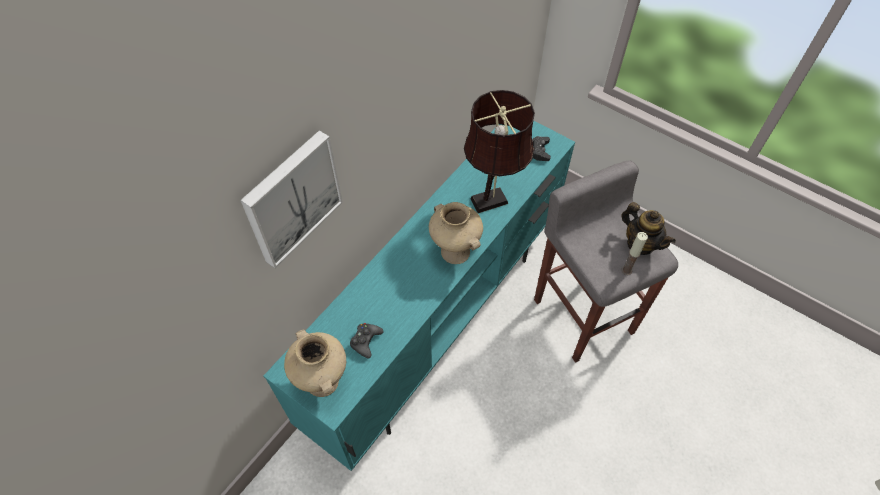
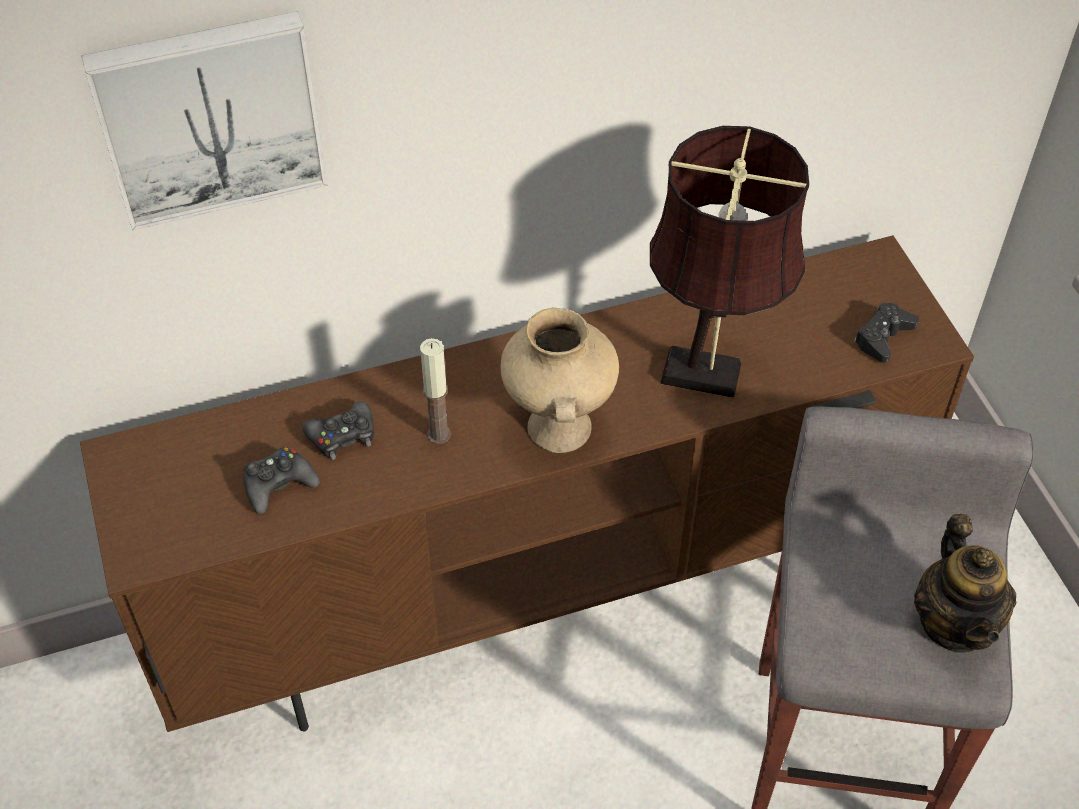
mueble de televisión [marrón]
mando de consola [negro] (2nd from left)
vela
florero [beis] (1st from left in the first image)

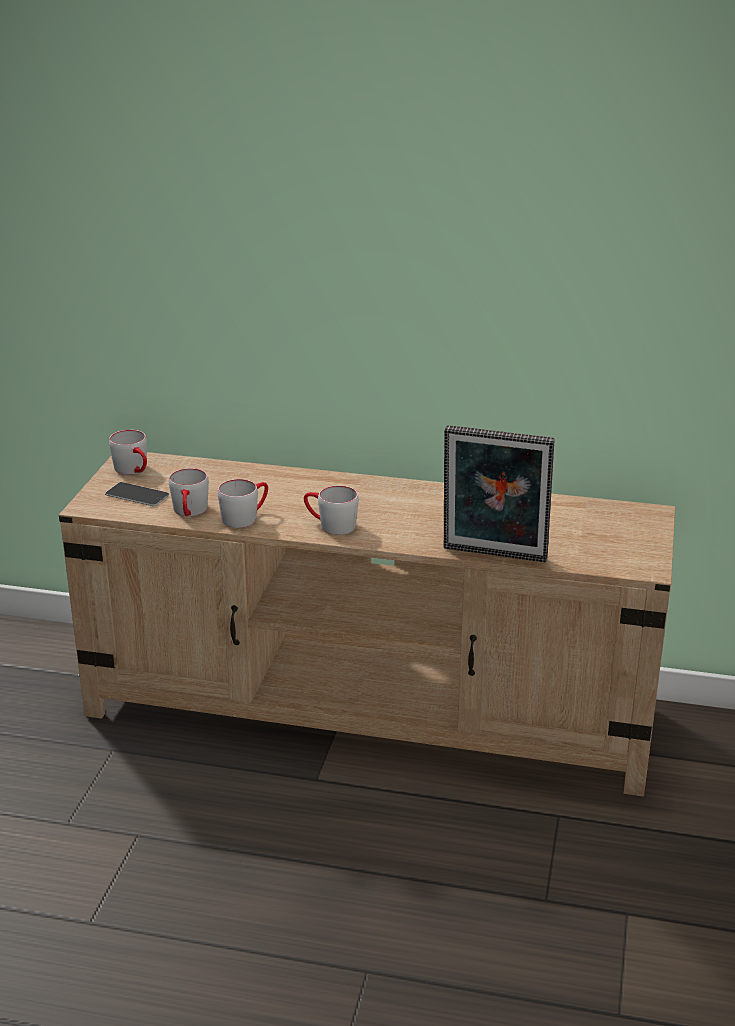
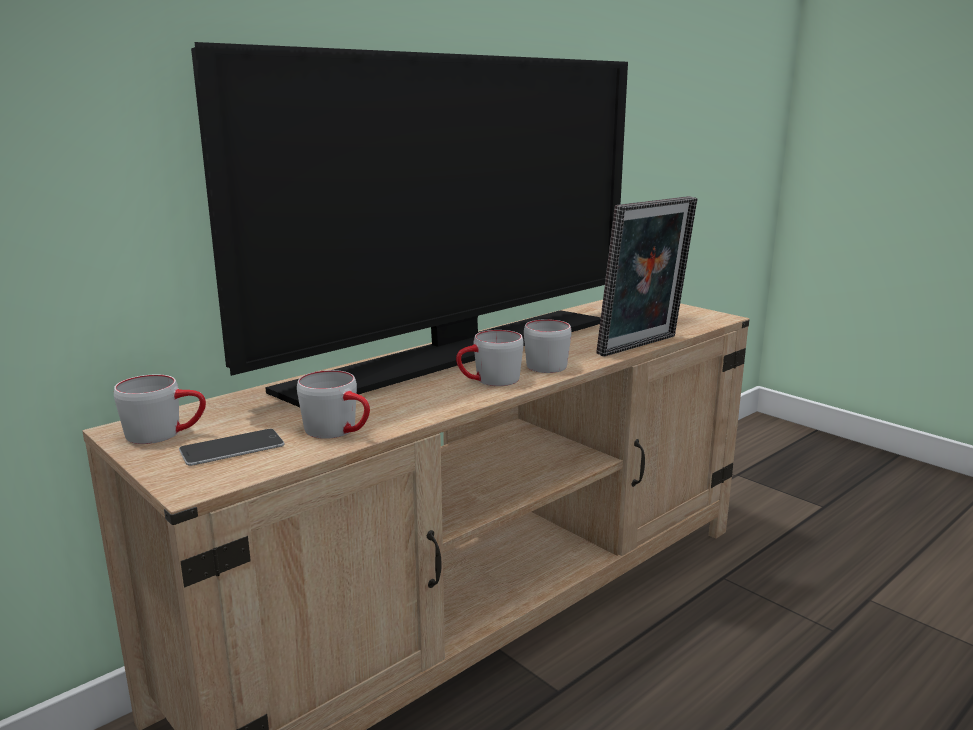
televisor
taza grande [gris] (4th from left)

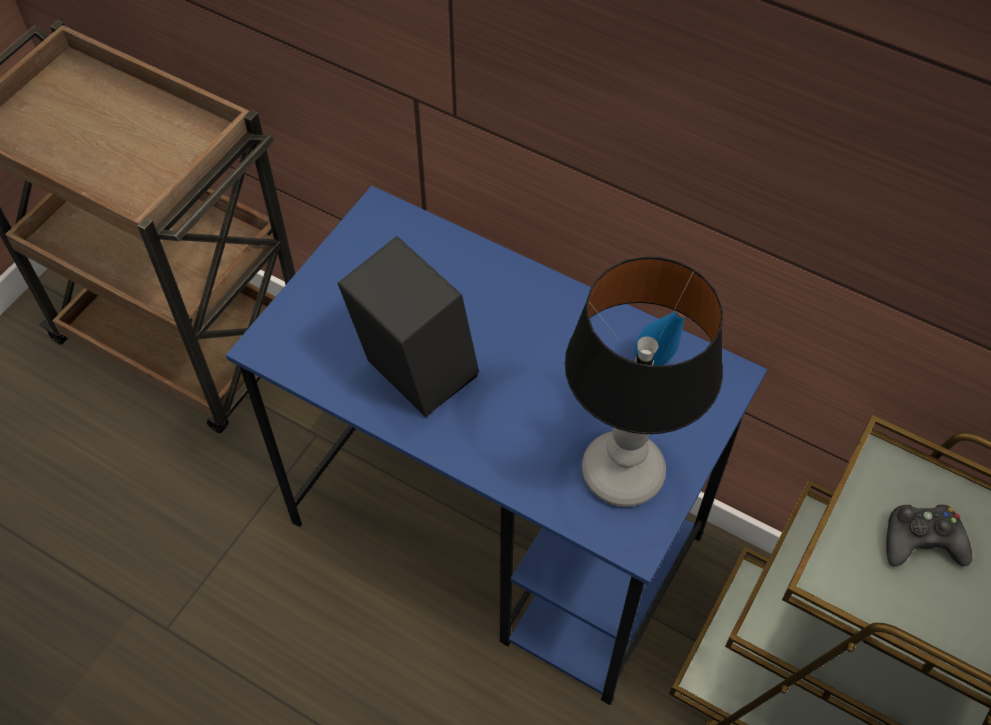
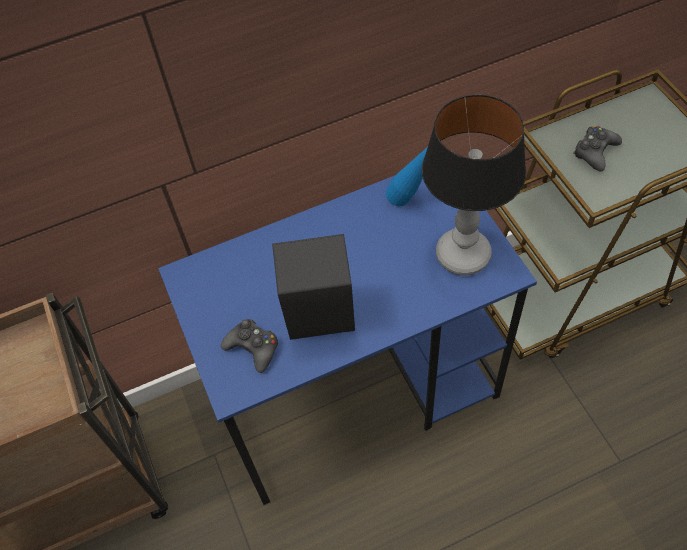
mando de consola [negro] (1st from left)

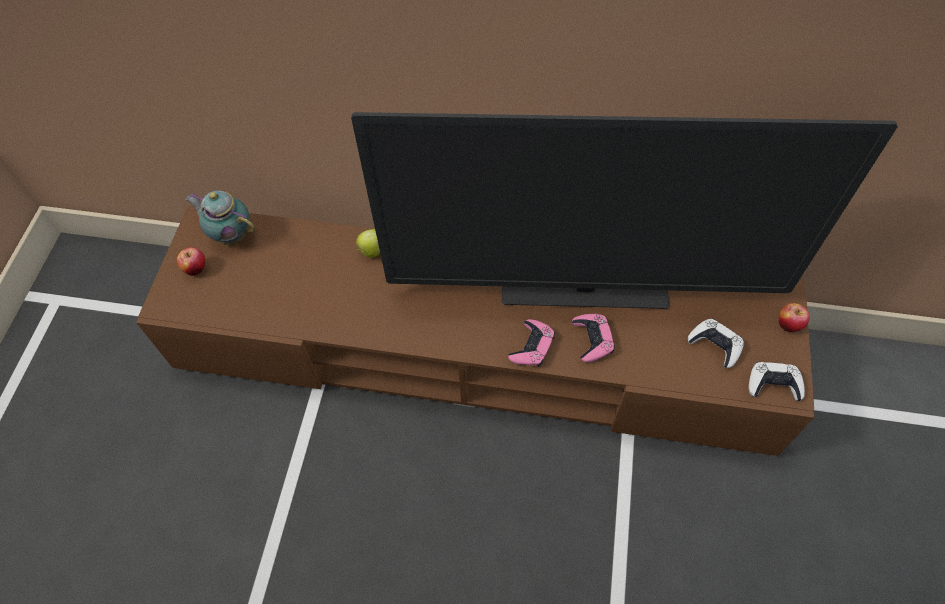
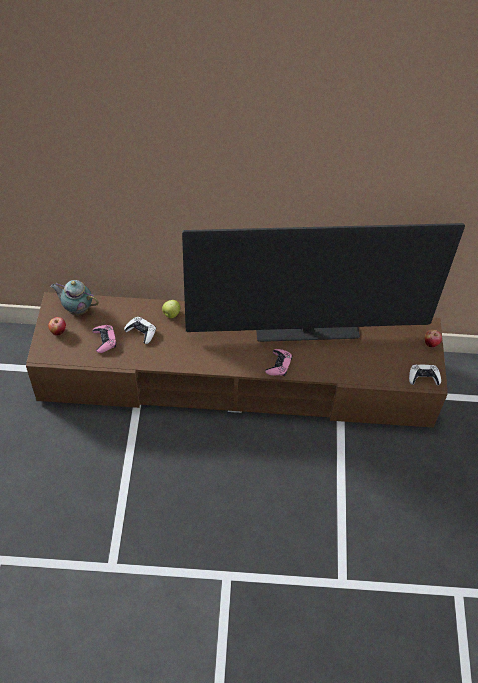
mando de consola [rosa] (1st from left)
mando de consola [blanco] (1st from left)

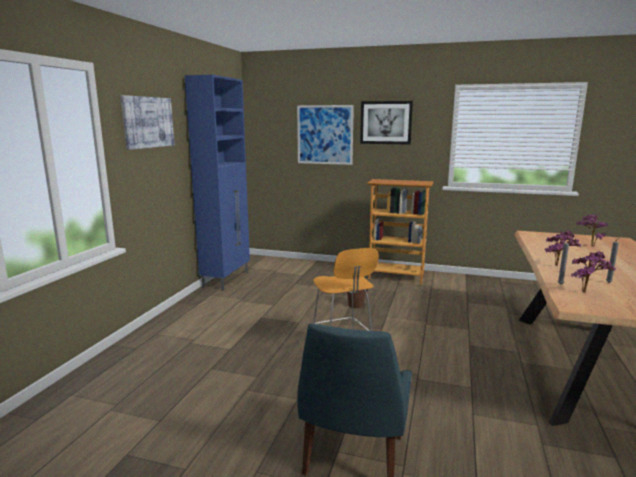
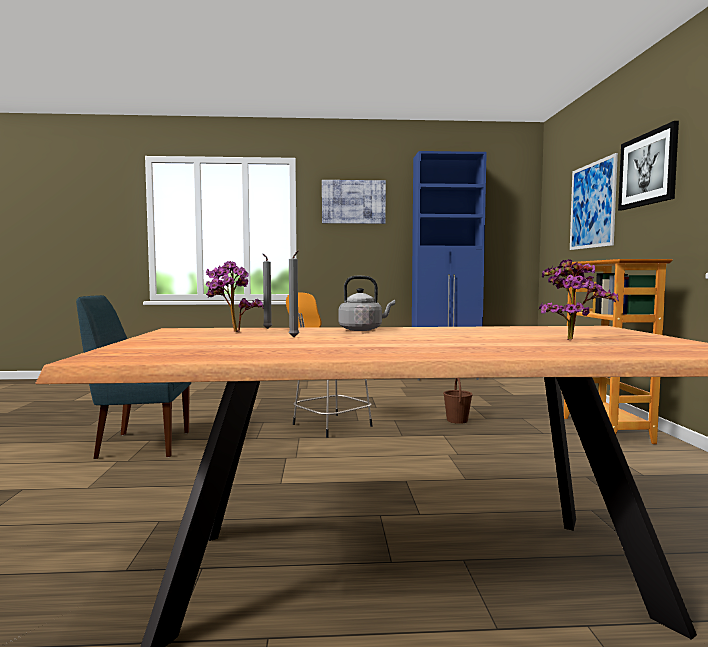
hervidor [gris]

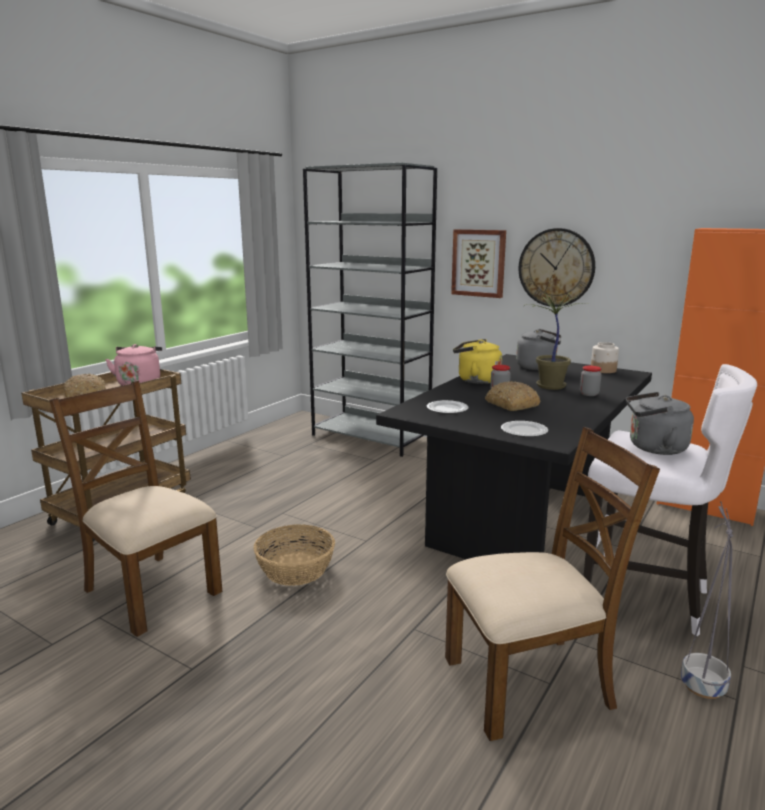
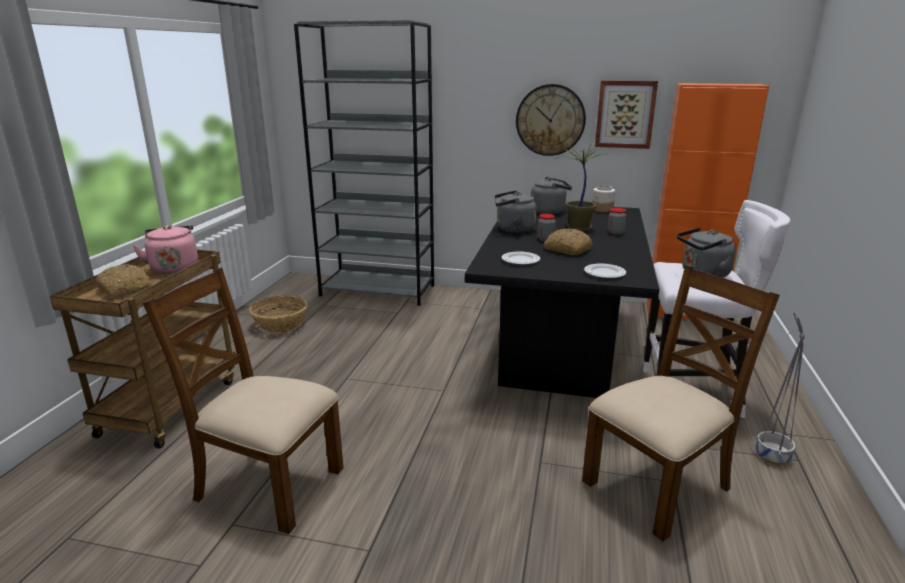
cesta
hervidor [gris] (1st from left)
cuadro

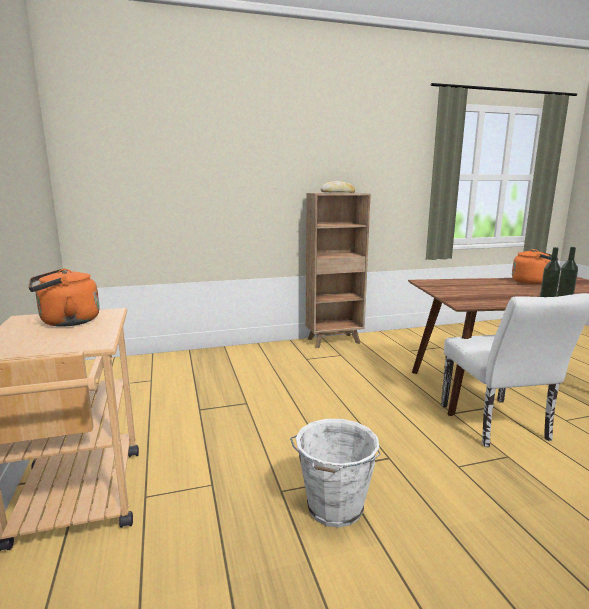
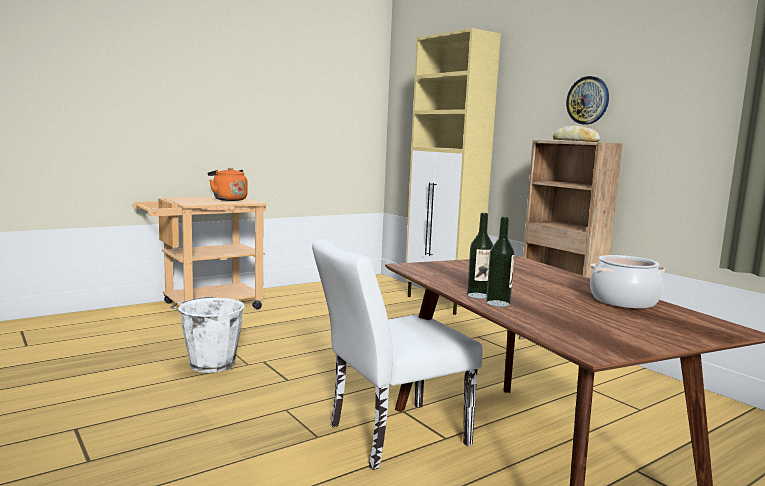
armario [beis]
reloj de pared
olla

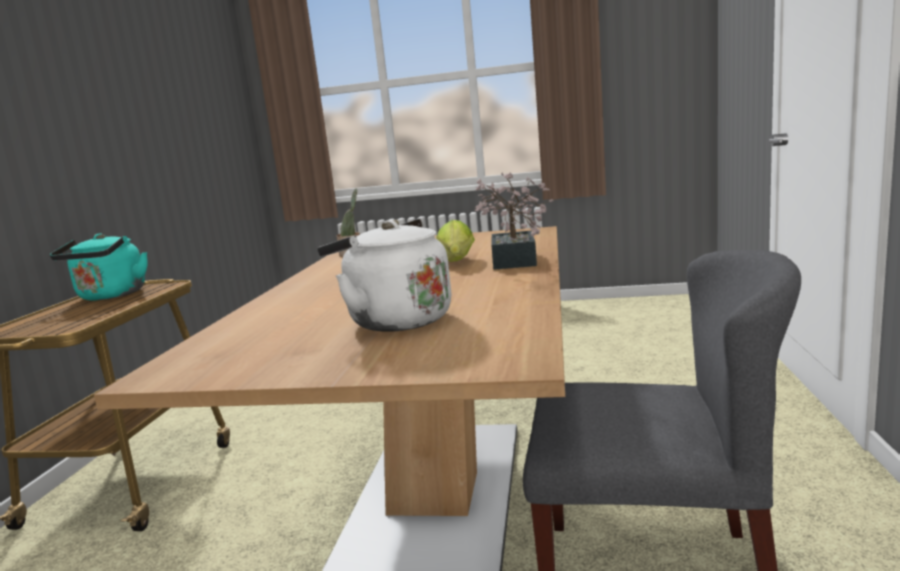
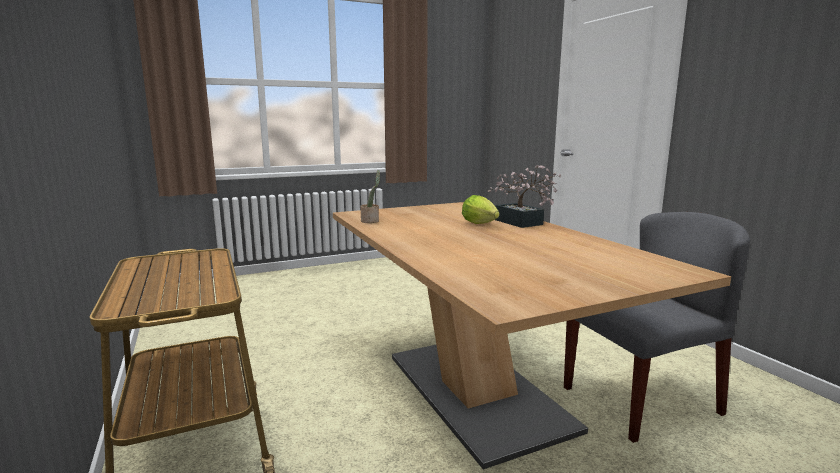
hervidor [turquesa]
hervidor [blanco]

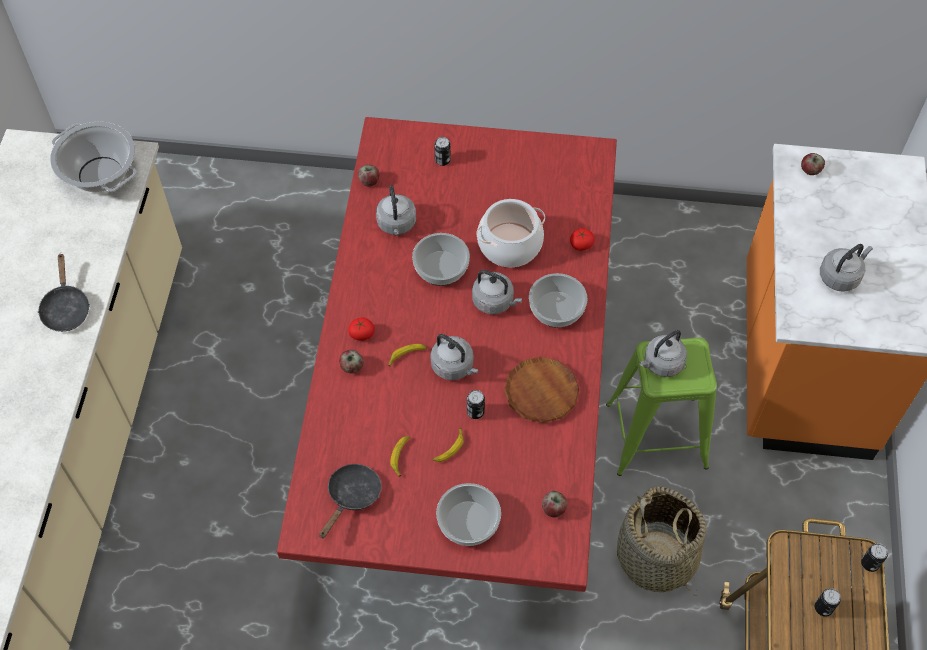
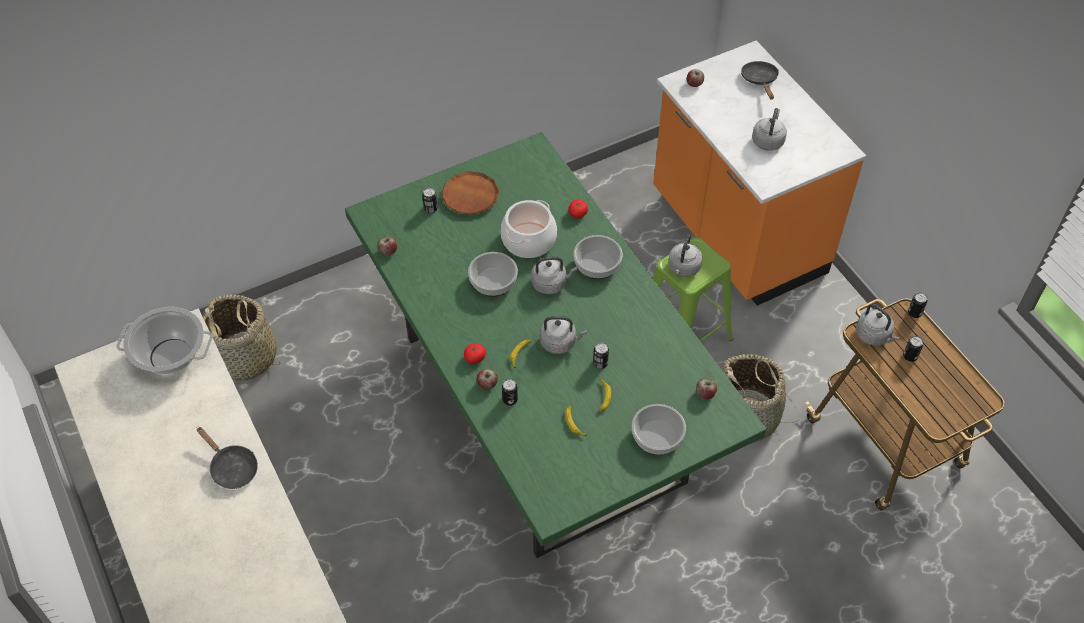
cesta (1st from left)
mesa de comedor [verde]
plato [marrón]
lata (2nd from left)
sartén [negro] (2nd from left)
hervidor [gris] (5th from left)

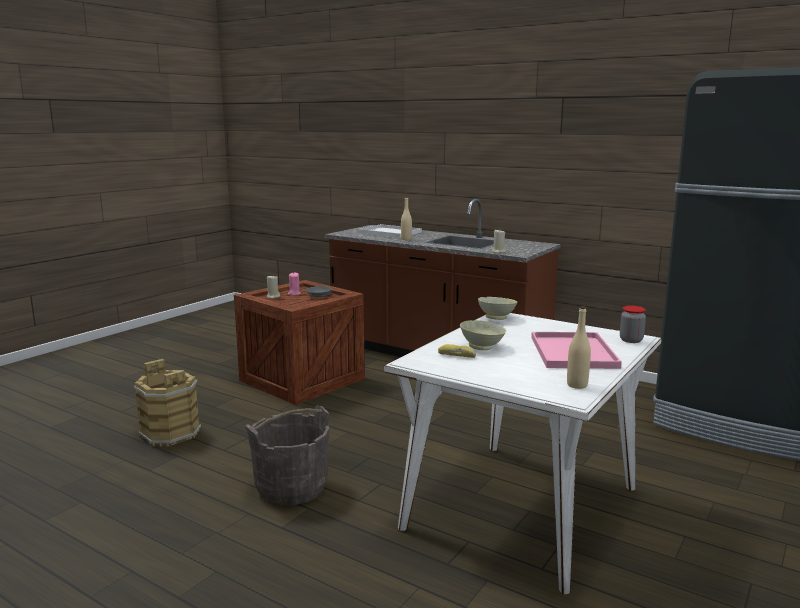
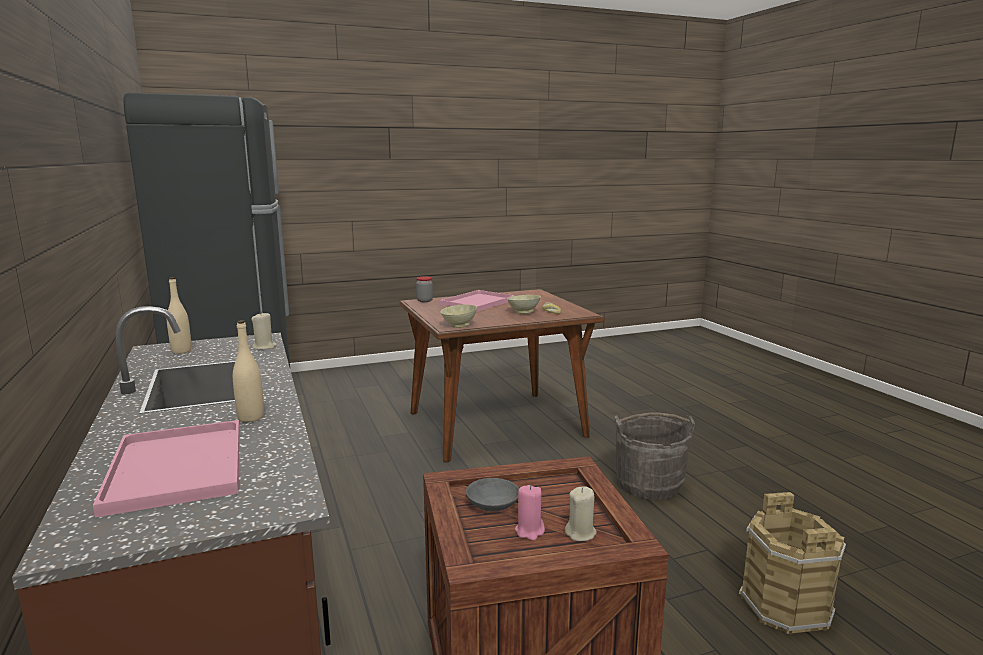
bandeja [rosa] (1st from left)
botella [beis] (1st from left)
mesa de comedor [marrón]

